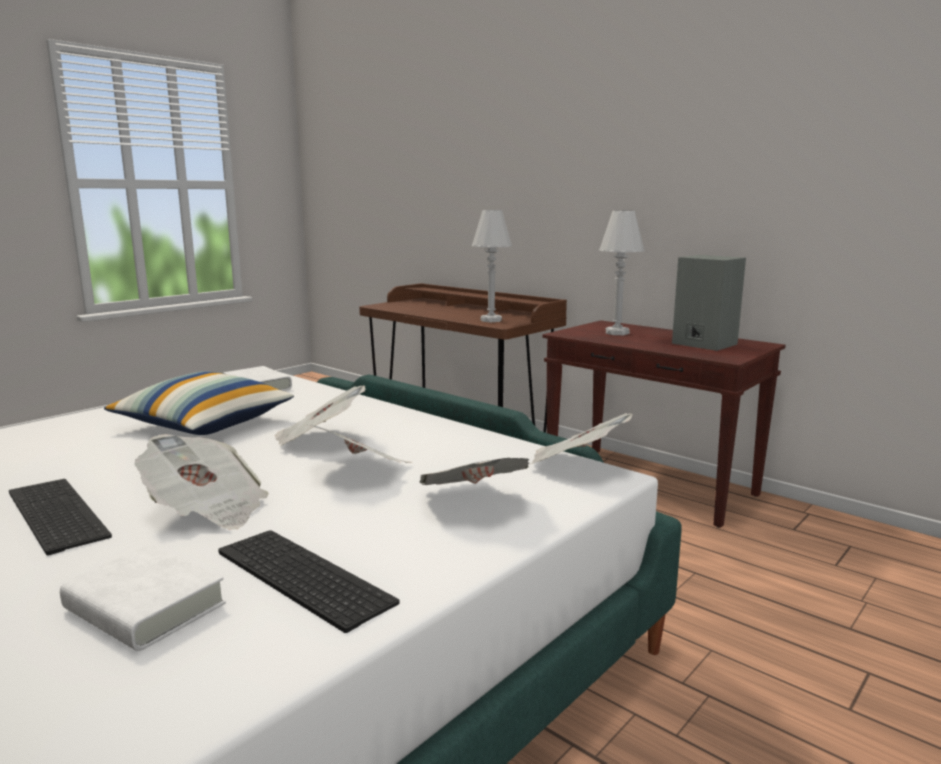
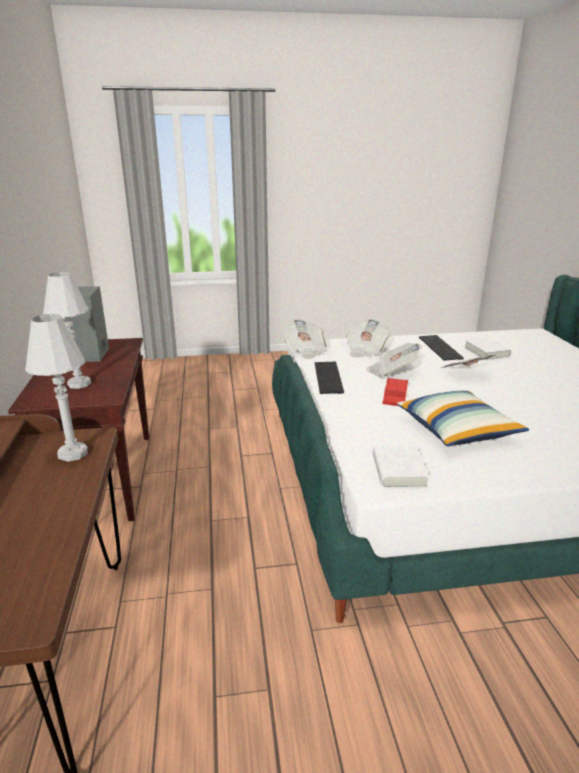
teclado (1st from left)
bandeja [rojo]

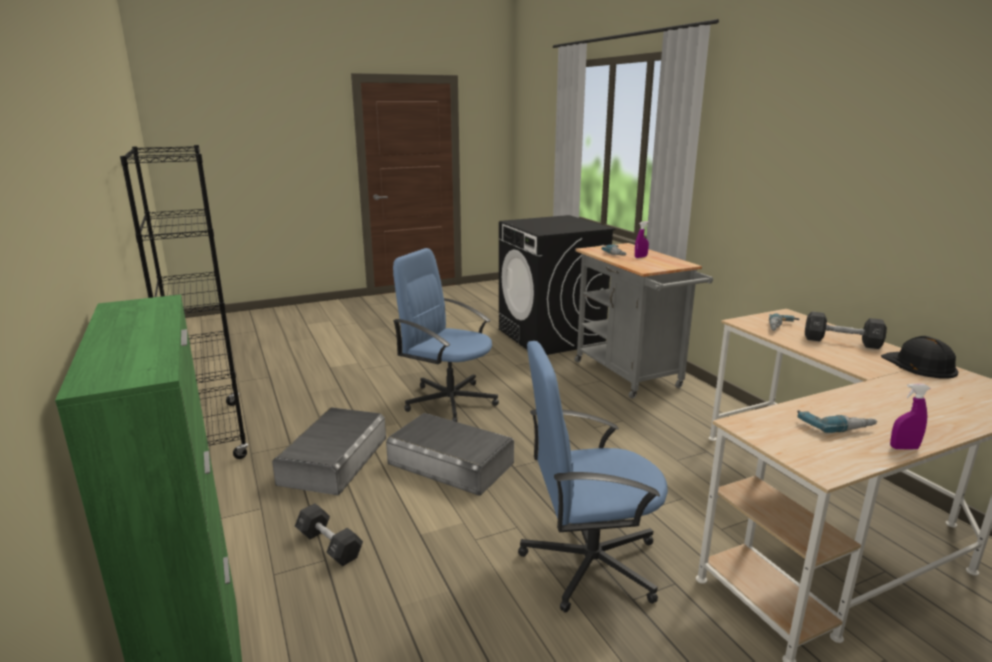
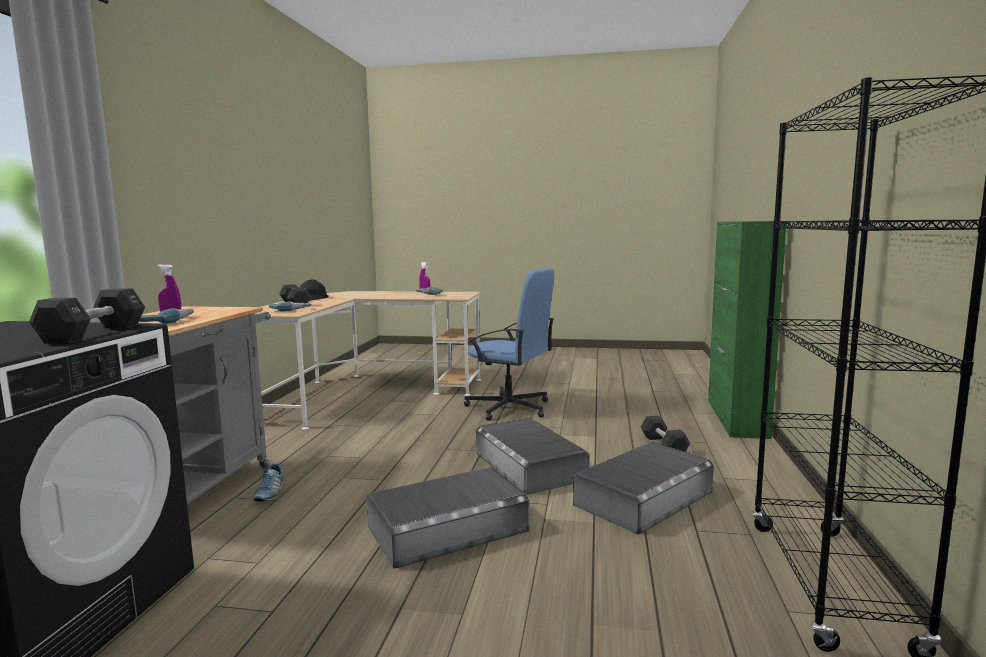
mancuerna [negro] (1st from left)
zapato
caja de almacenaje [gris] (1st from left)

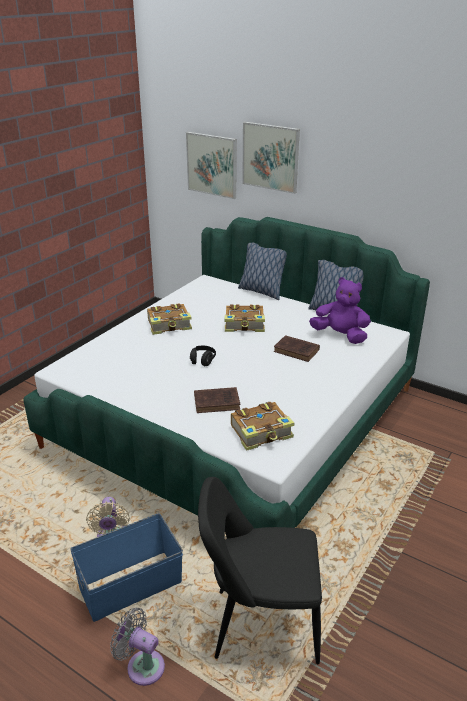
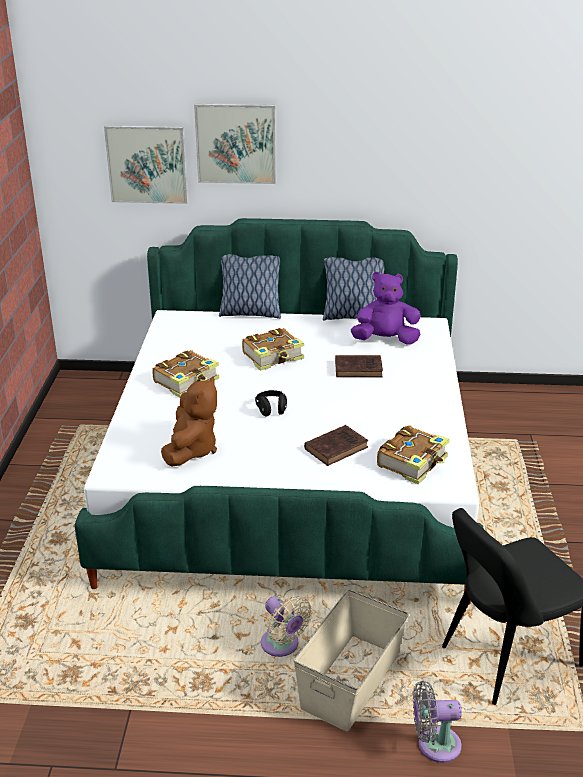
peluche [marrón]
caja de almacenaje [beis]

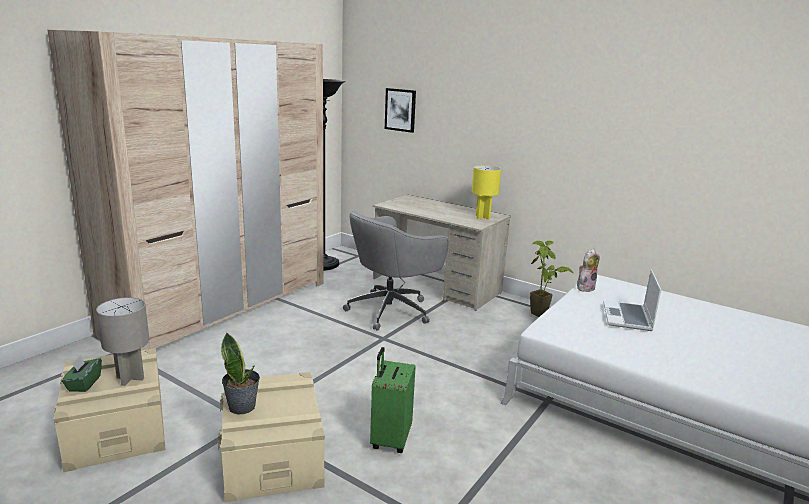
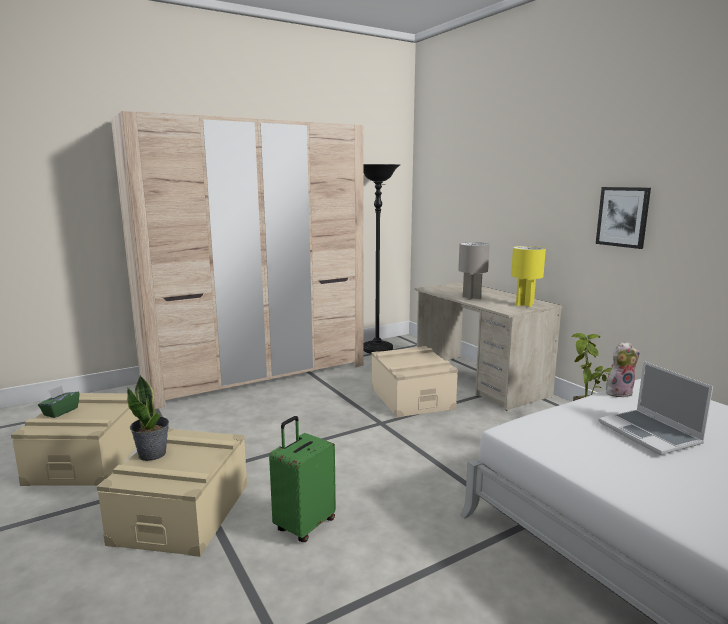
caja de almacenaje [beis] (3rd from left)
lámpara de mesa [gris]
cuadro
portátil

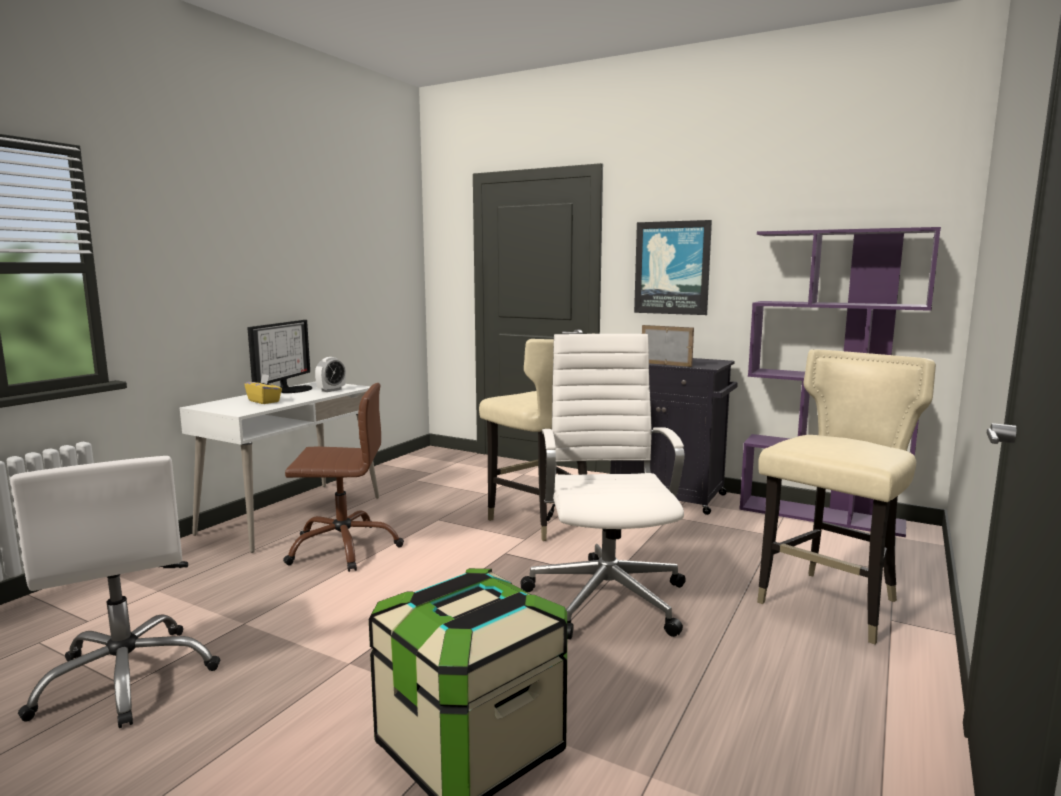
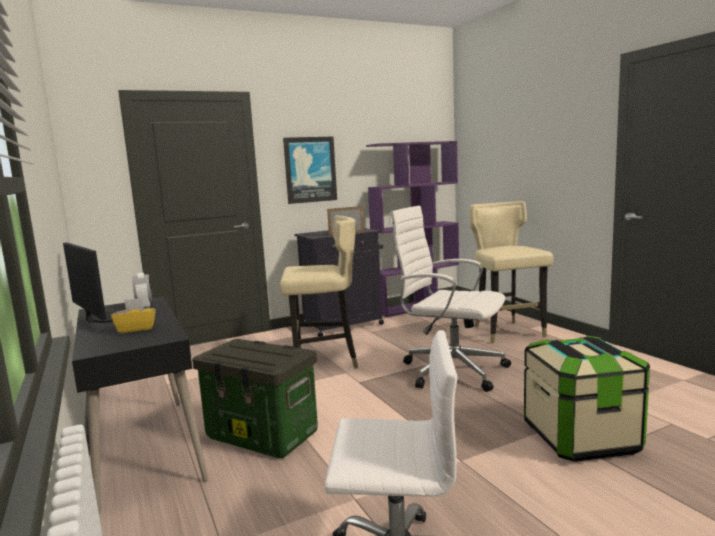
escritorio [negro]
caja de almacenaje (1st from left)

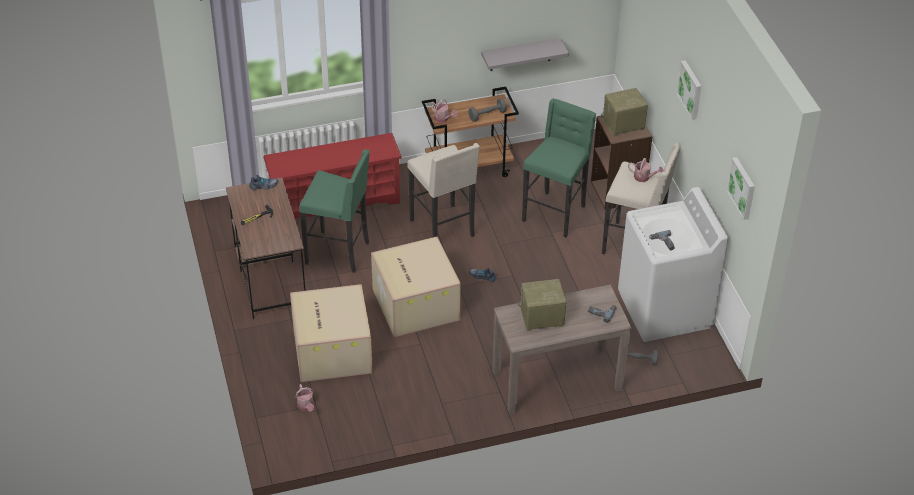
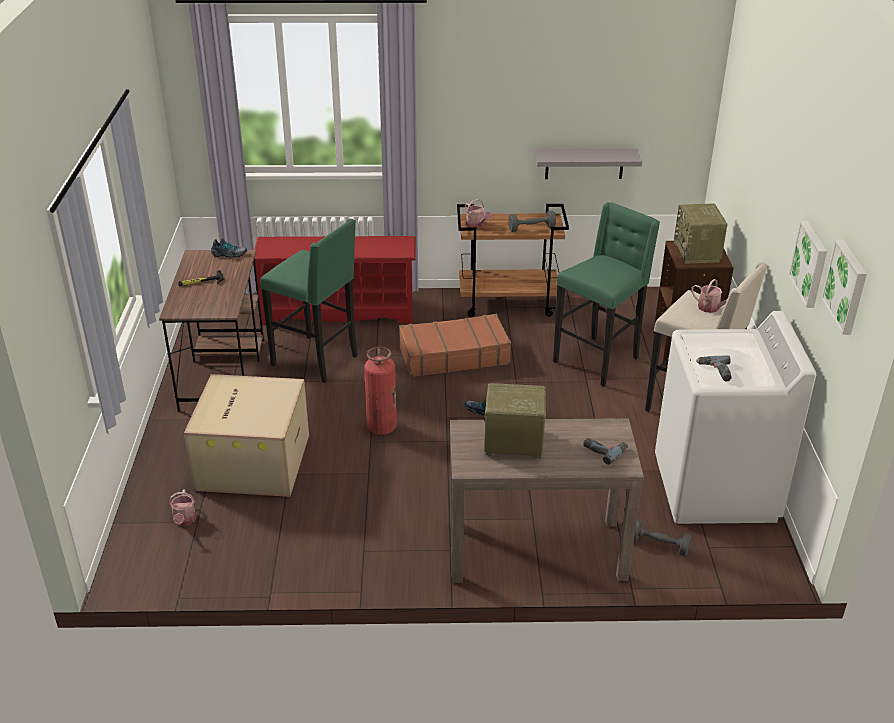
extintor
maleta [marrón]
radio (2nd from left)
cuadro (1st from left)

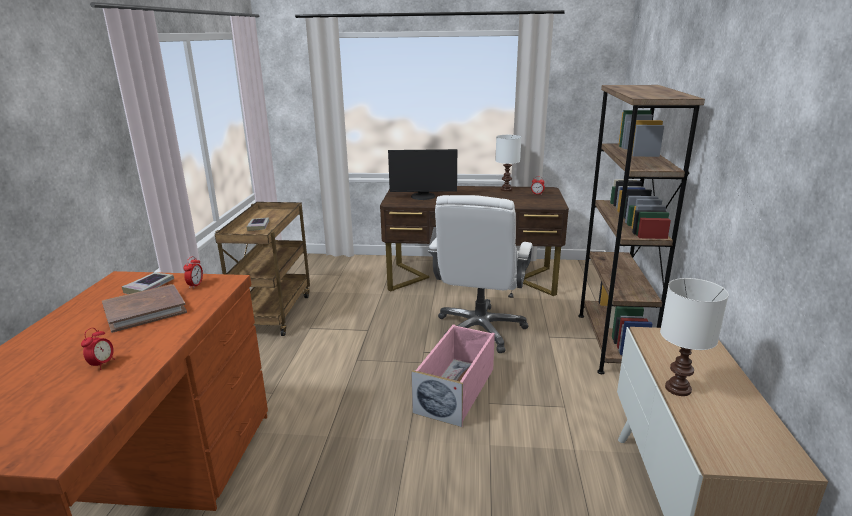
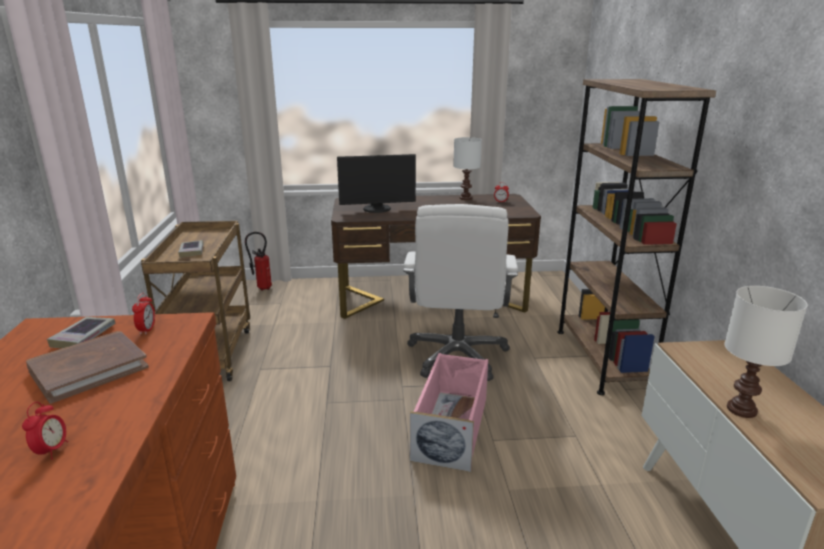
extintor

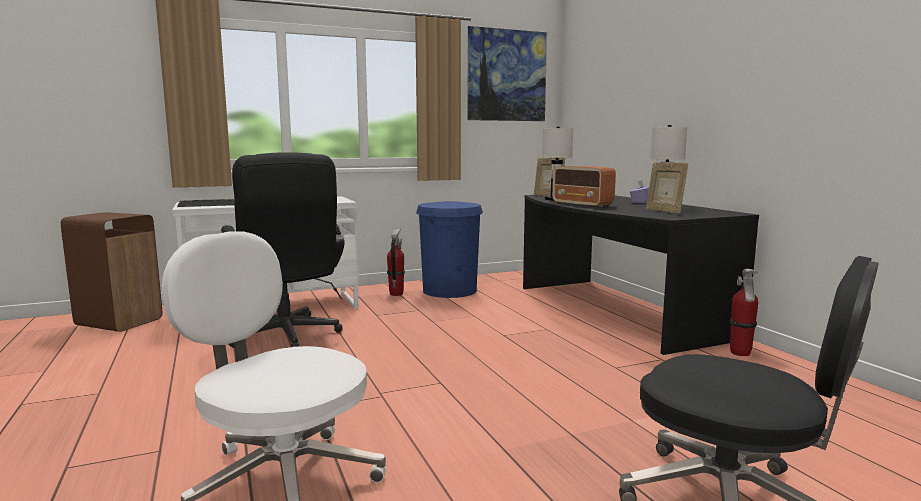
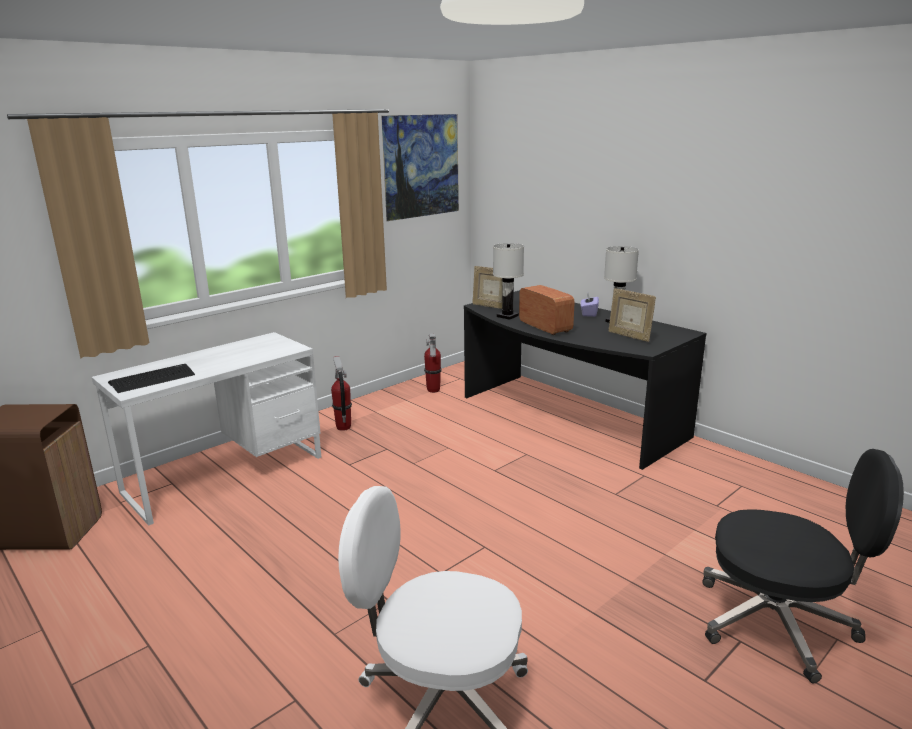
extintor (2nd from left)
radio
silla de oficina [negro] (1st from left in the first image)
papelera [azul]

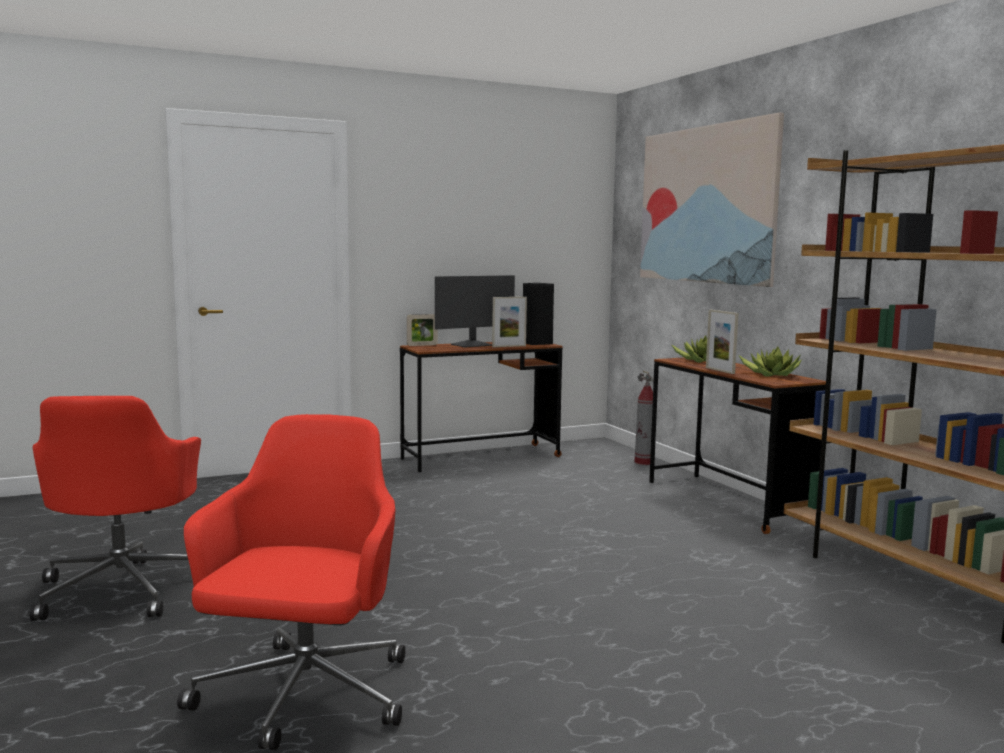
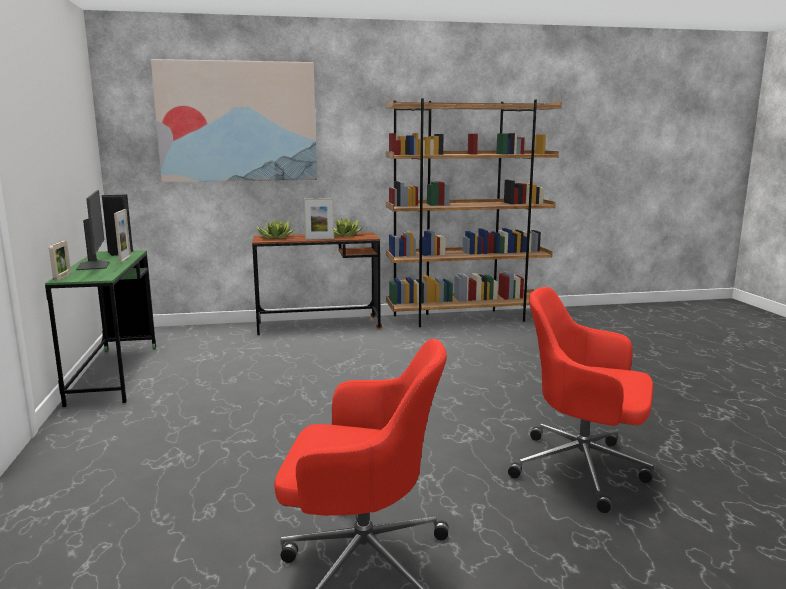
escritorio [verde]
extintor

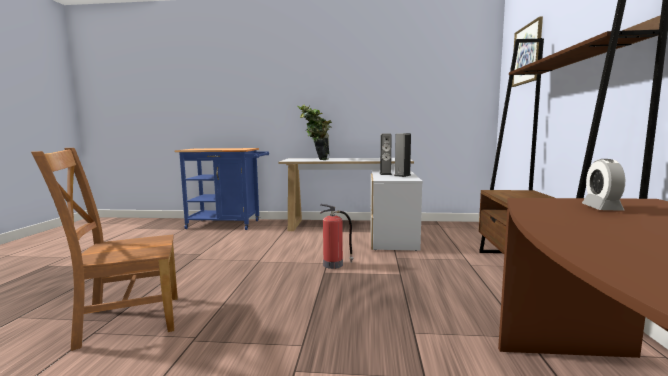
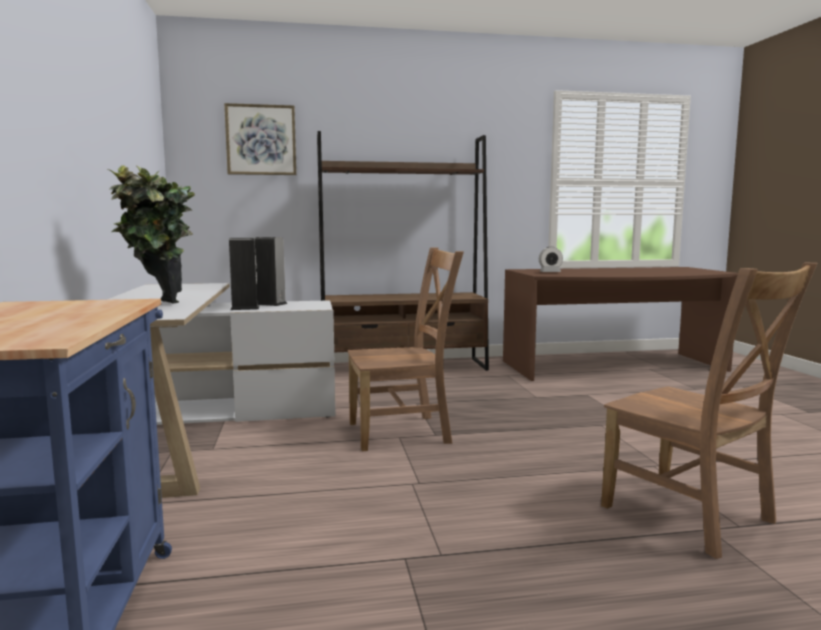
silla [marrón] (1st from left)

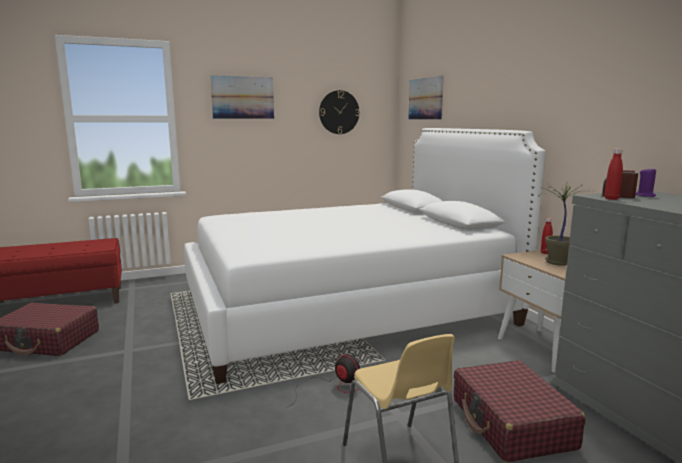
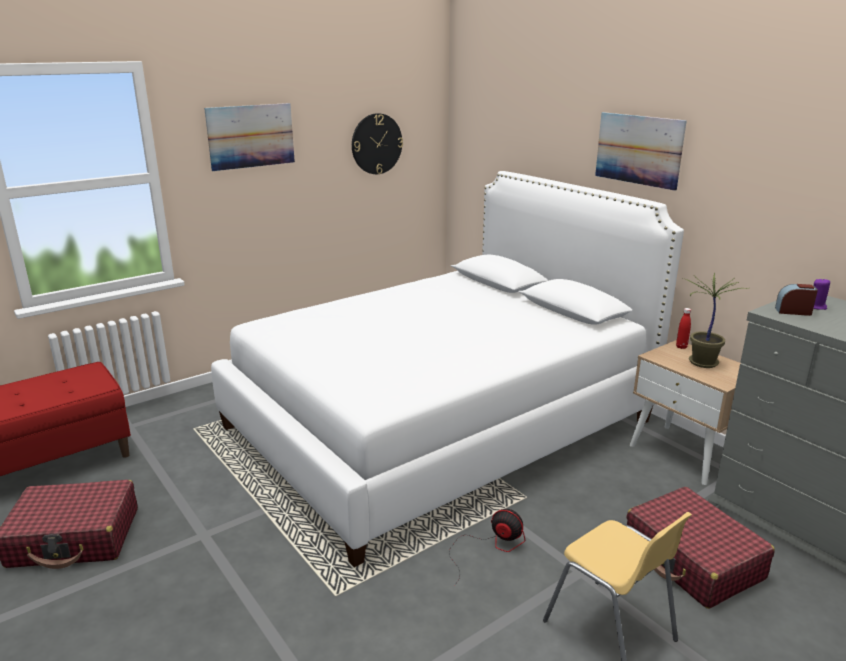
cuadro (2nd from left)
botella [rojo] (2nd from left in the first image)

